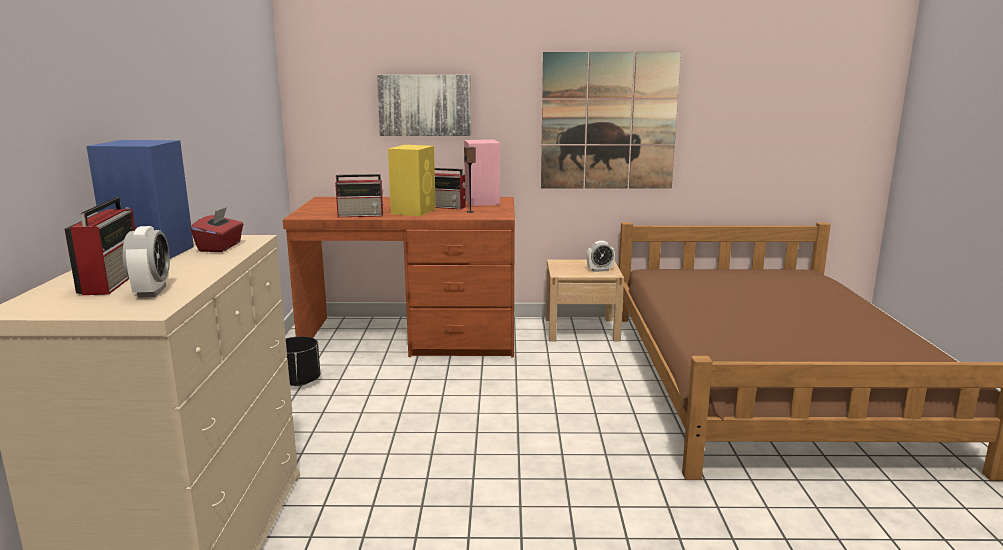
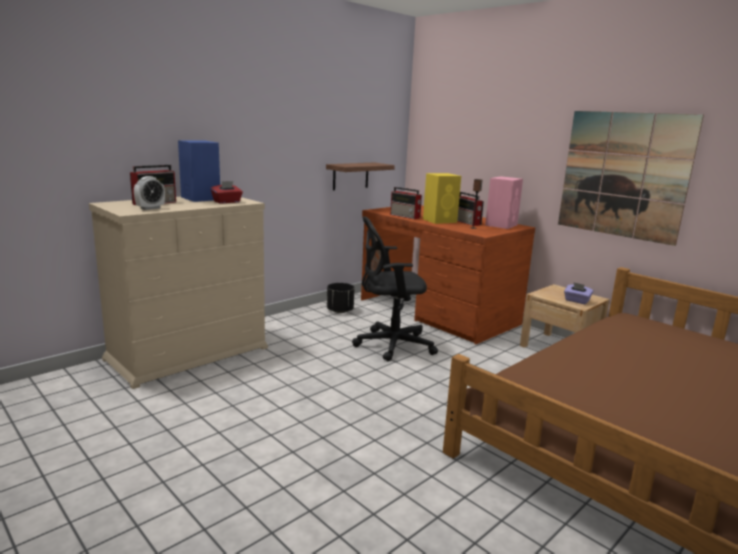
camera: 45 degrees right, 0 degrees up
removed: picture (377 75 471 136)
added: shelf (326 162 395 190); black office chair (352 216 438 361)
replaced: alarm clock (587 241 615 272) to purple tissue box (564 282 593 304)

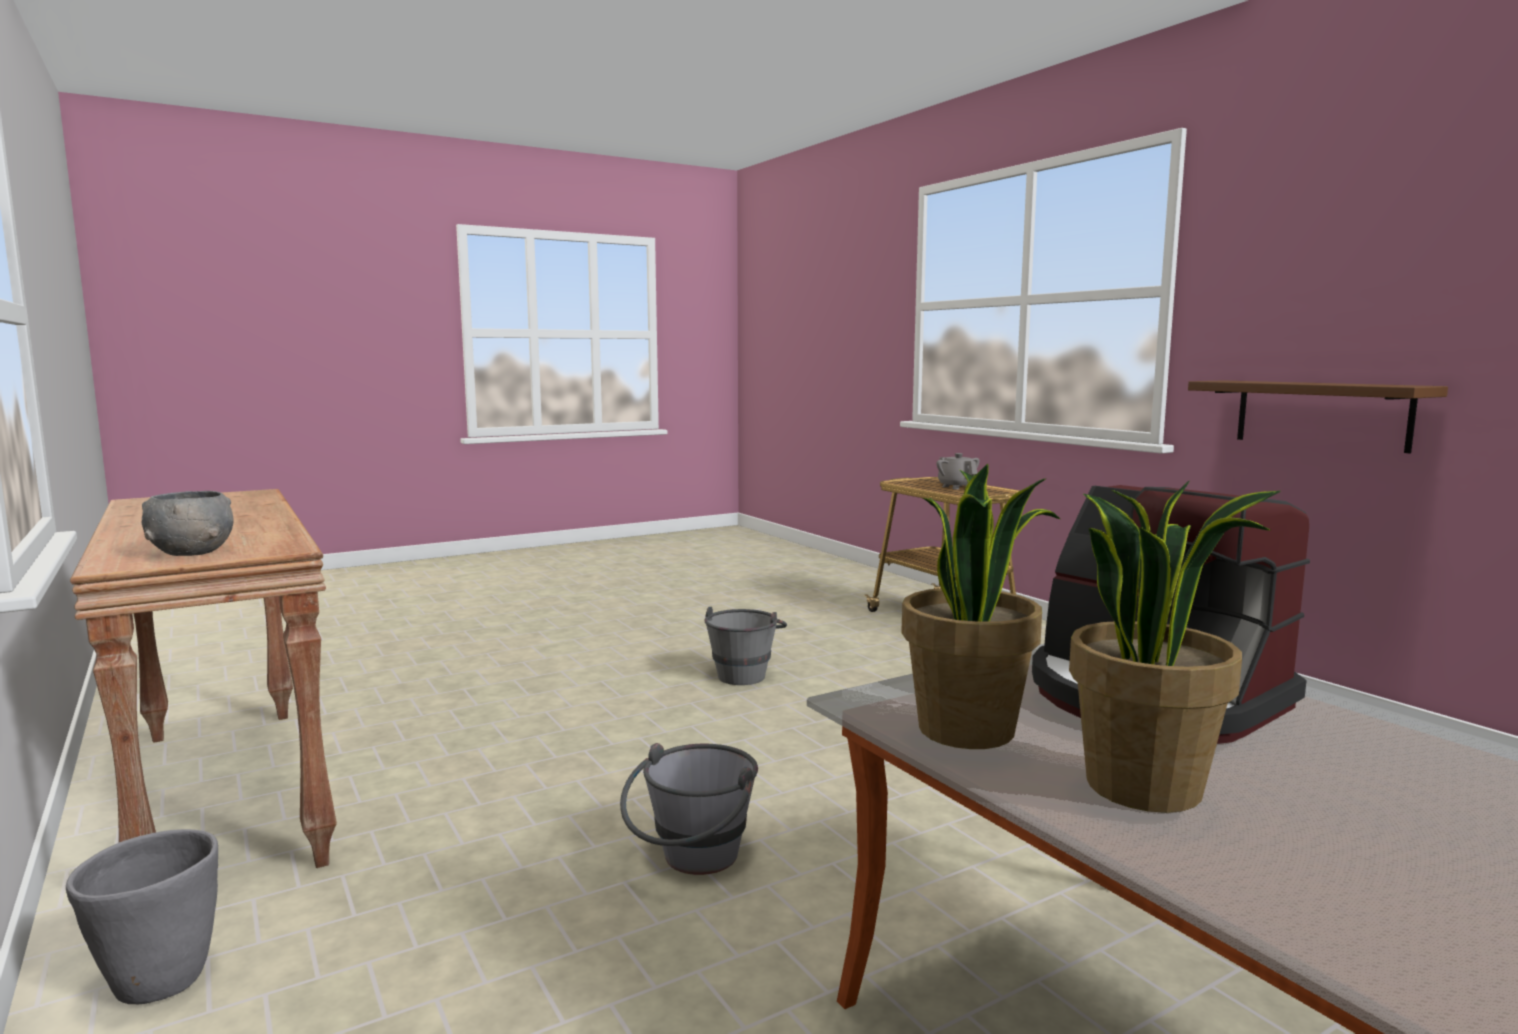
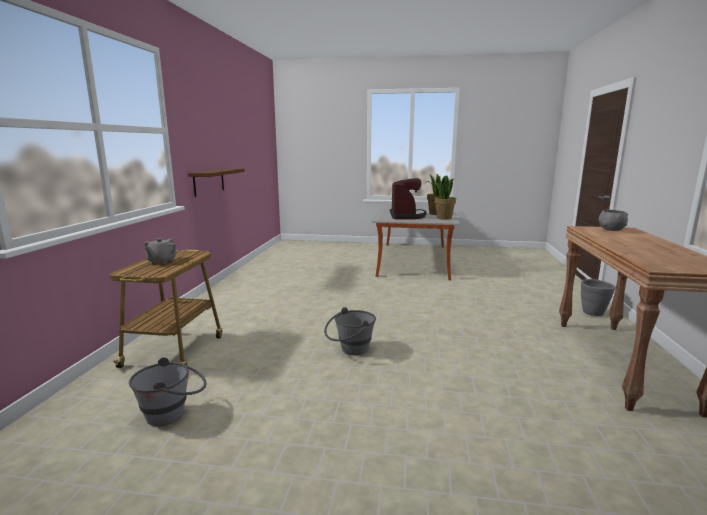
camera: 140 degrees left, 5 degrees up
moved: grey bucket (620 743 758 875) to (129 357 206 426)

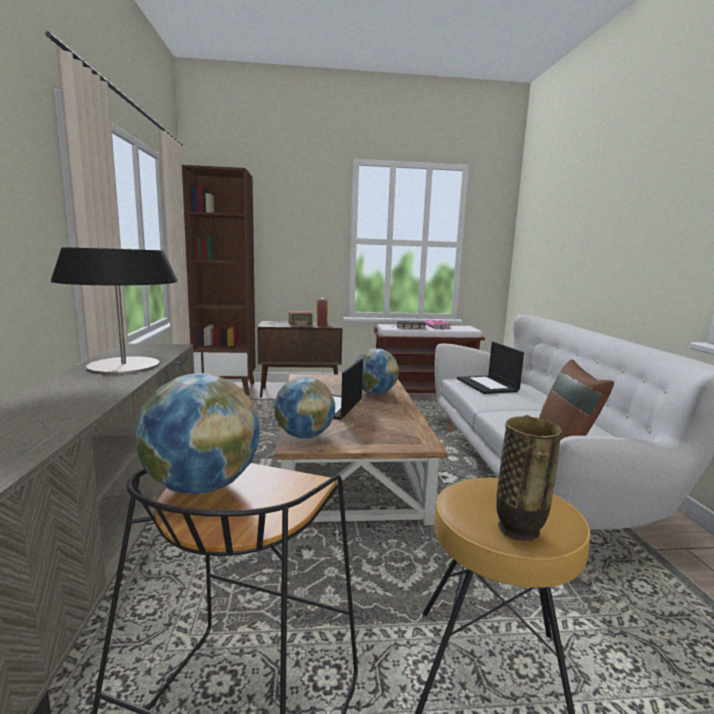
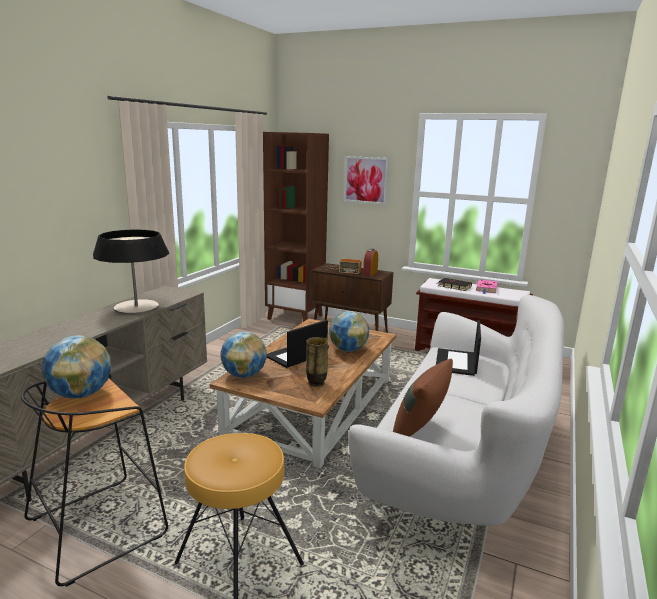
camera: 30 degrees right, 5 degrees up
added: picture (344 156 389 205)
moved: vase (496 415 562 542) to (306 337 329 387)

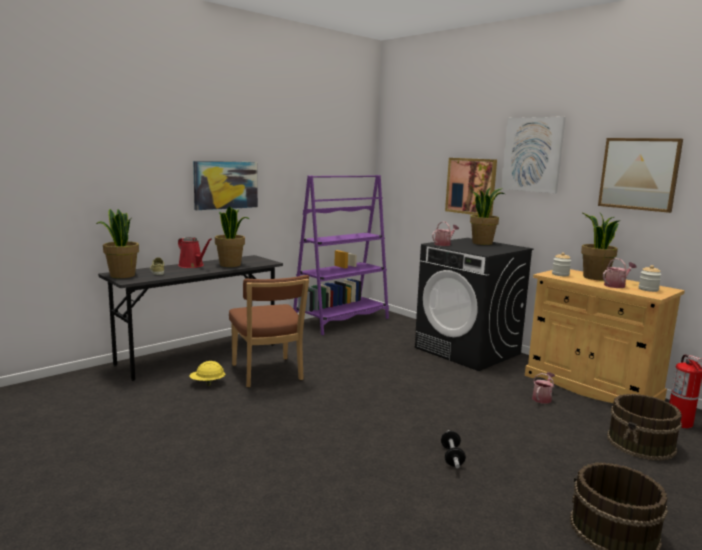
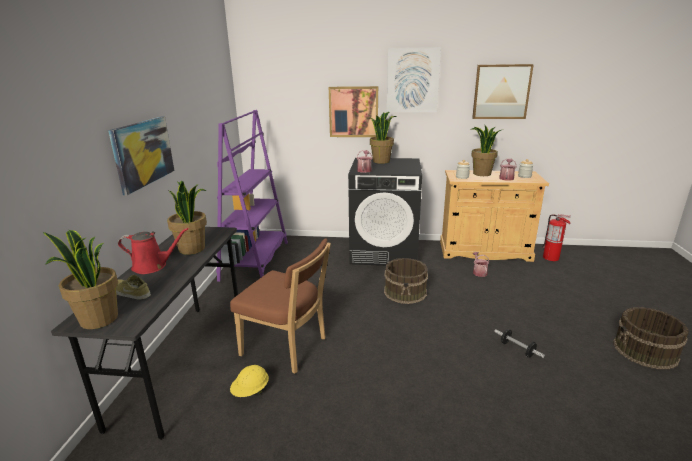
camera: 40 degrees left, 10 degrees up
moved: brown bucket (607 394 682 461) to (384 258 428 304)

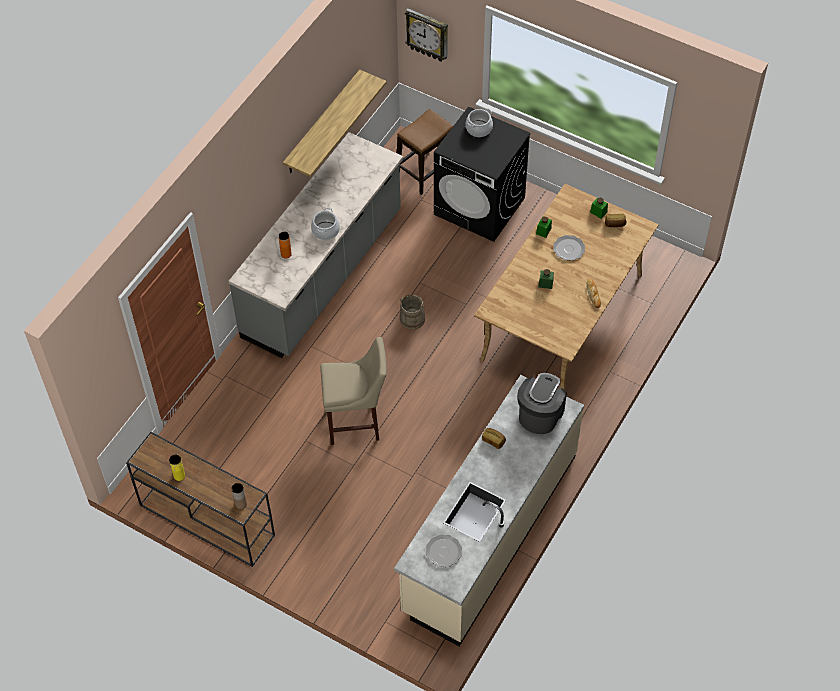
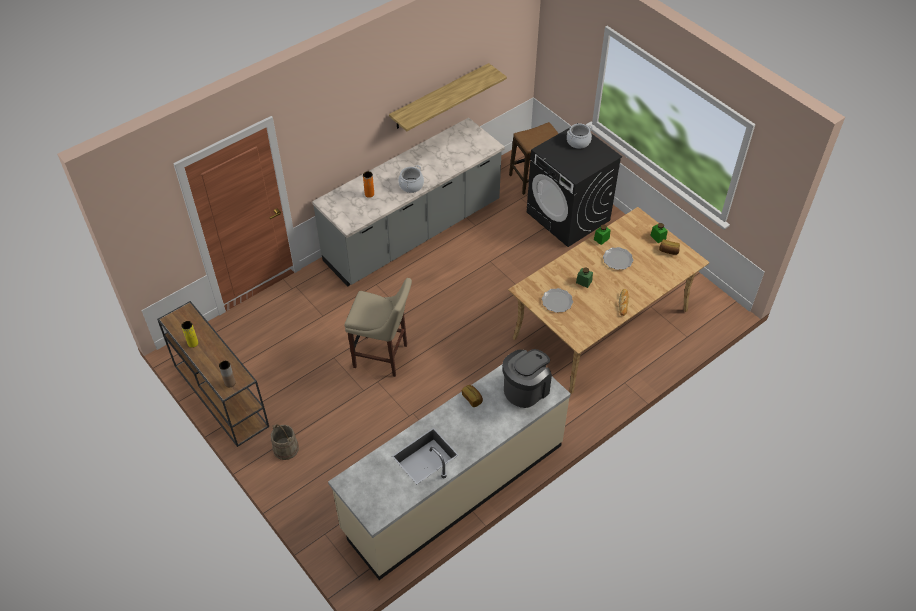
camera: 20 degrees right, 5 degrees down
removed: wall clock (405 8 448 62)
moved: beige bucket (400 294 425 330) to (271 424 299 460); plate (426 534 462 567) to (542 288 573 313)

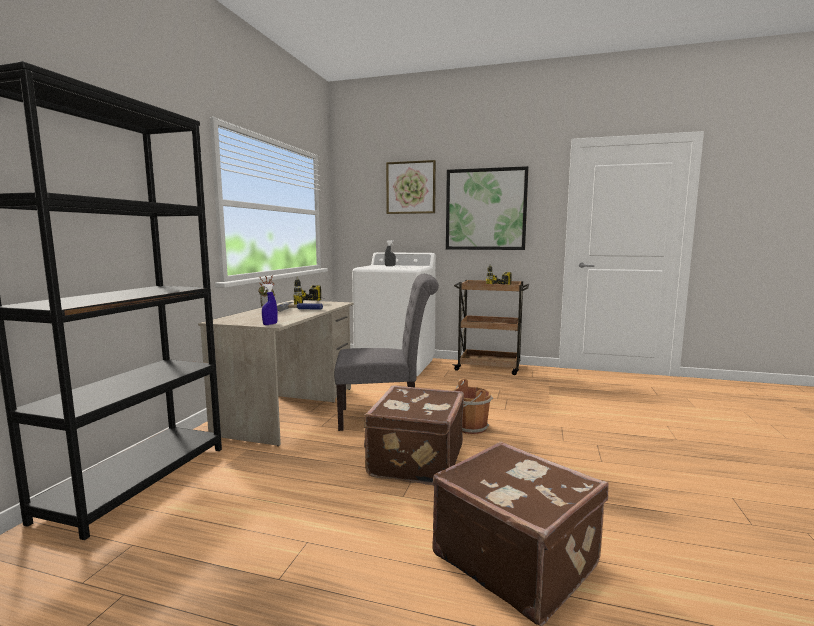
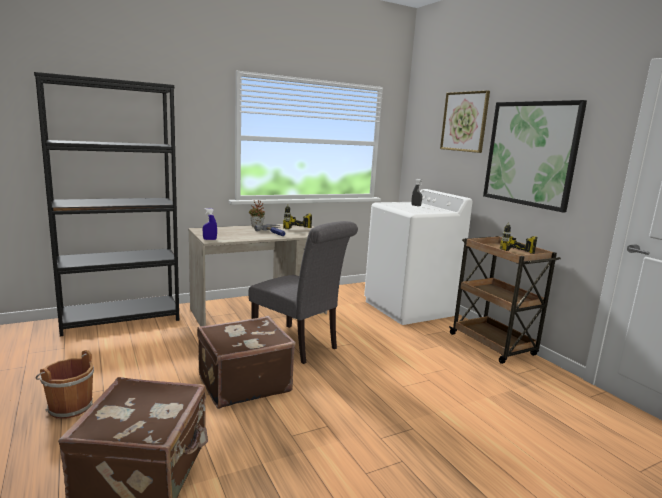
camera: 45 degrees right, 5 degrees up
moved: brown bucket (453 378 493 434) to (35 350 94 419)

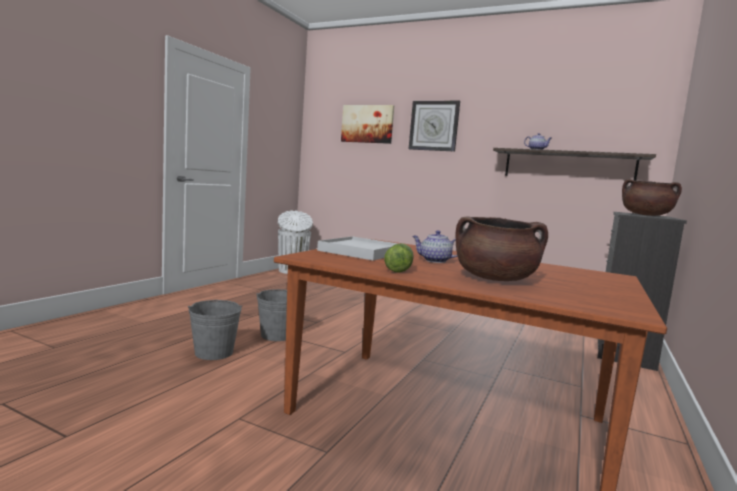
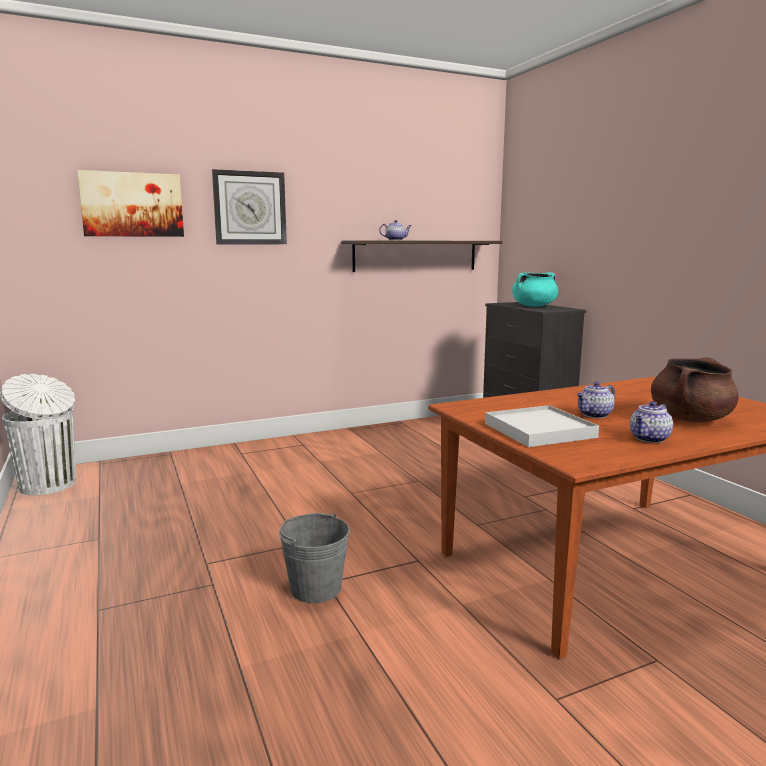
camera: 50 degrees left, 5 degrees up
removed: grey bucket (188 300 242 360)
replaced: lettuce (384 244 414 273) to teapot (630 401 673 443)
recoloured: brown cooking pot (622 179 682 216) to turquoise cooking pot (512 272 558 307)

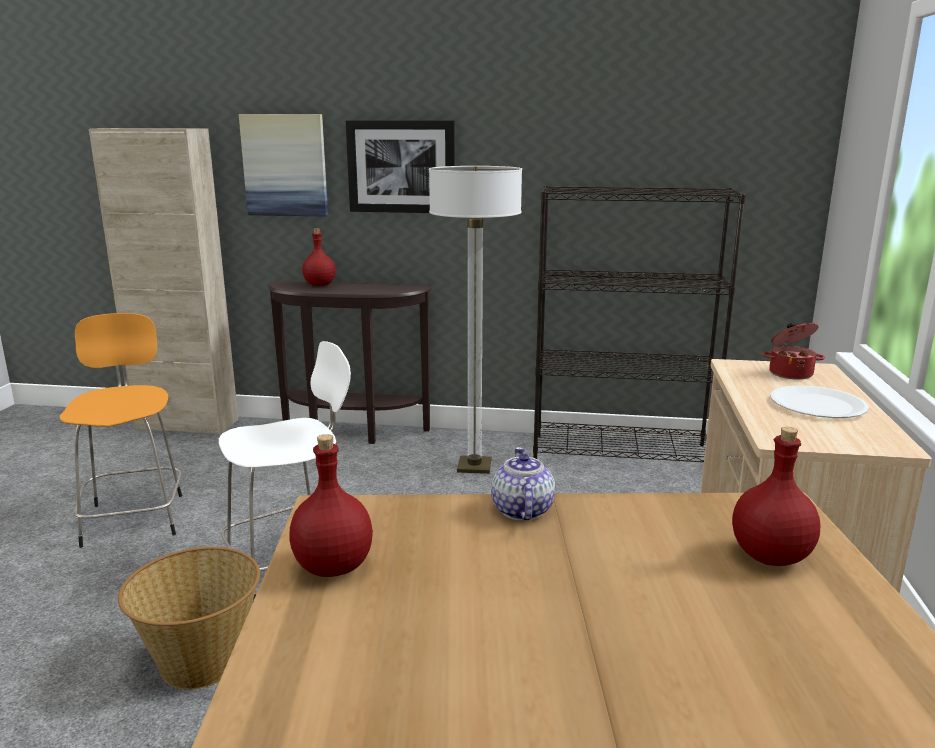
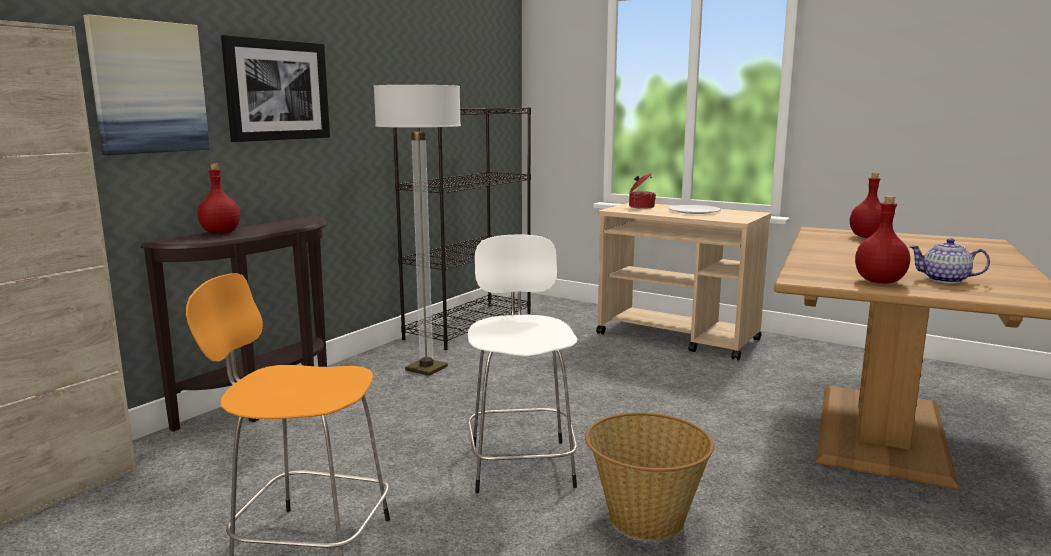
camera: 65 degrees left, 5 degrees down
moved: teapot (491 447 555 521) to (909 238 990 284)

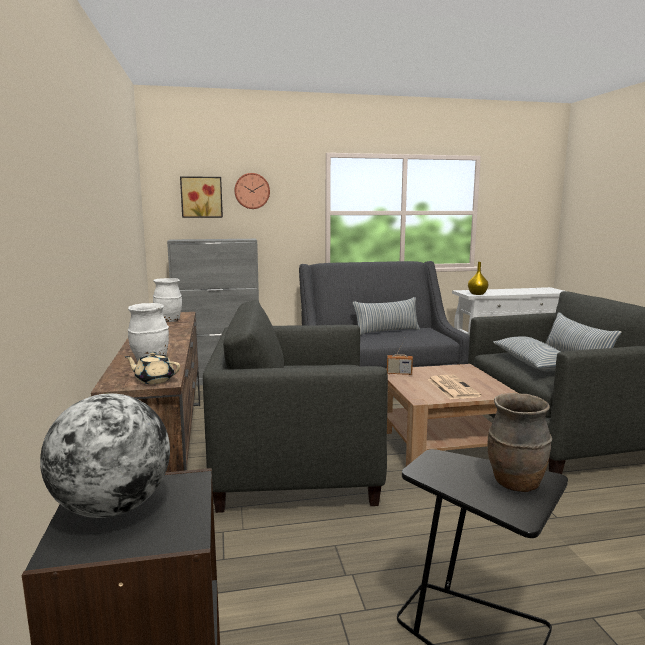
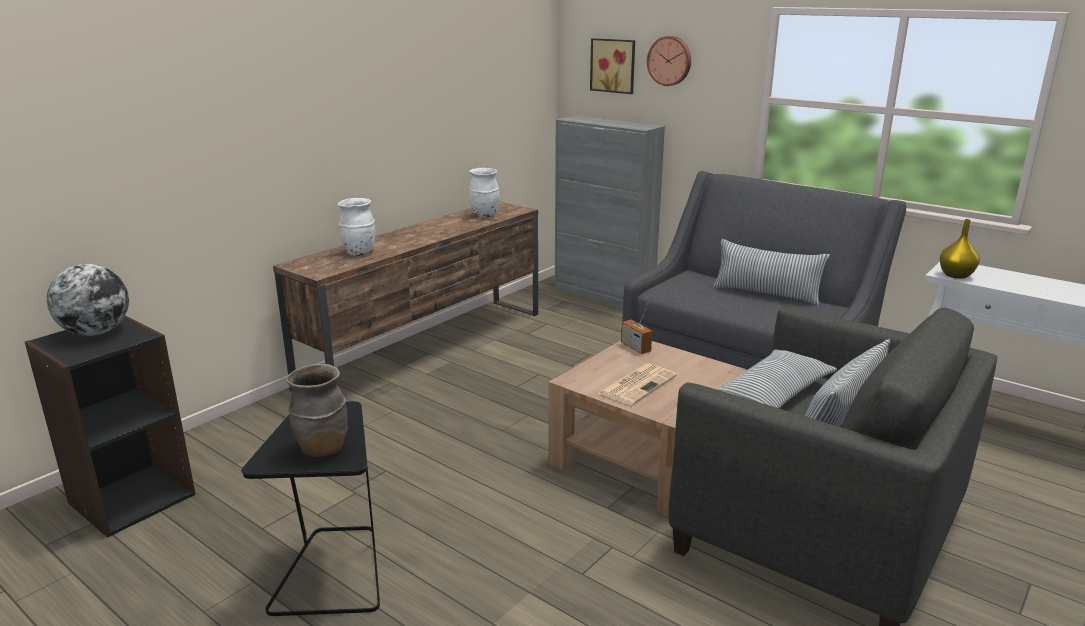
camera: 50 degrees right, 10 degrees up
removed: beige teapot (125 352 180 384); grey armchair (203 300 388 513)

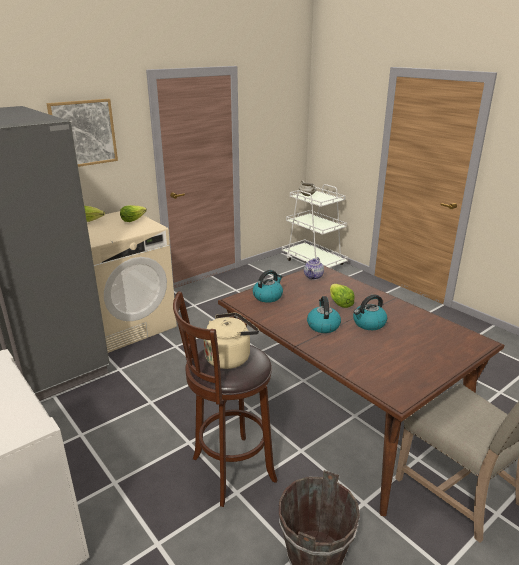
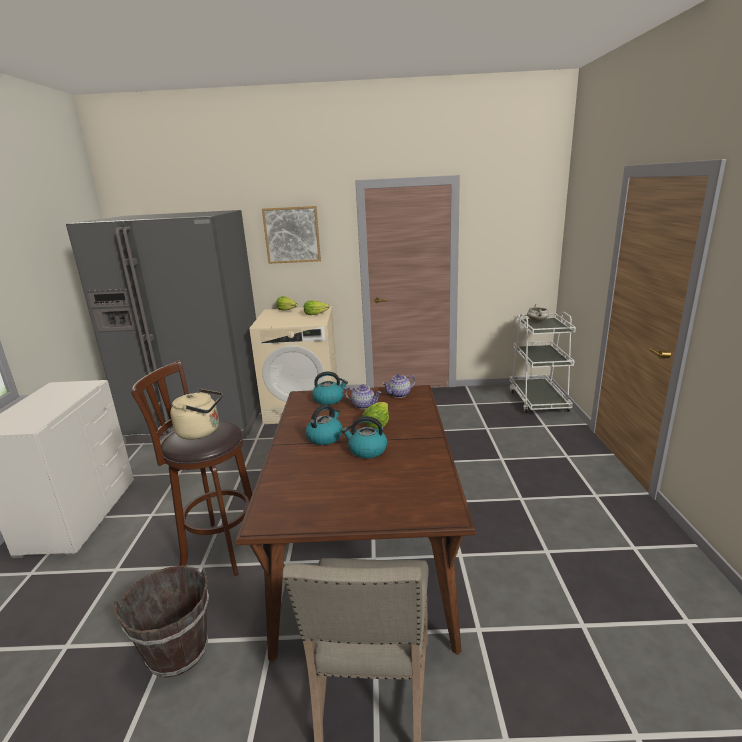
camera: 40 degrees right, 5 degrees down
added: teapot (345 384 381 409)

